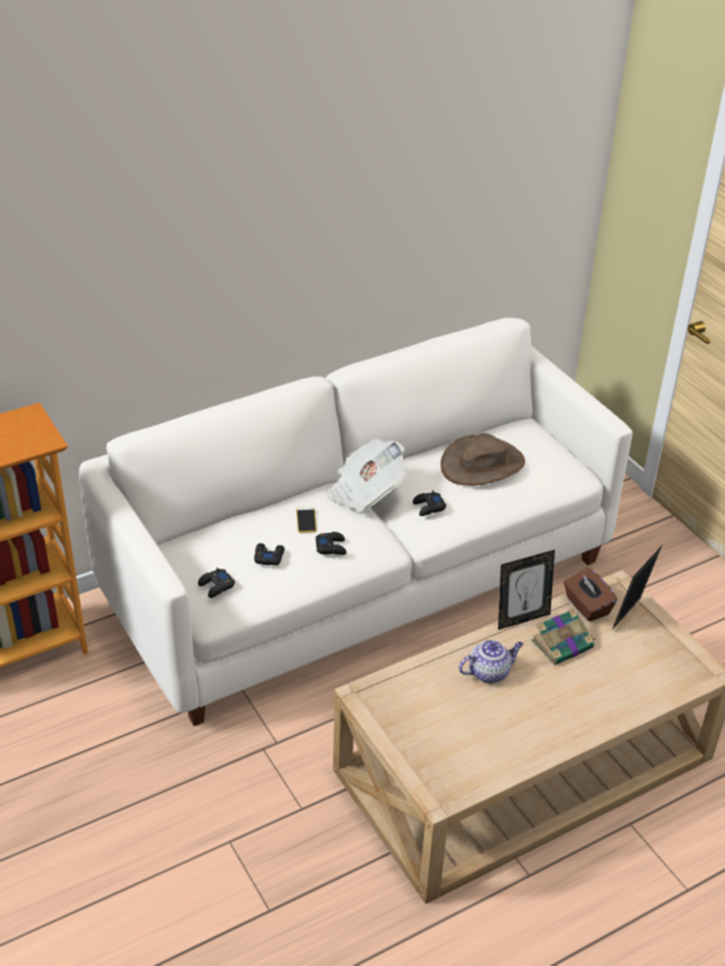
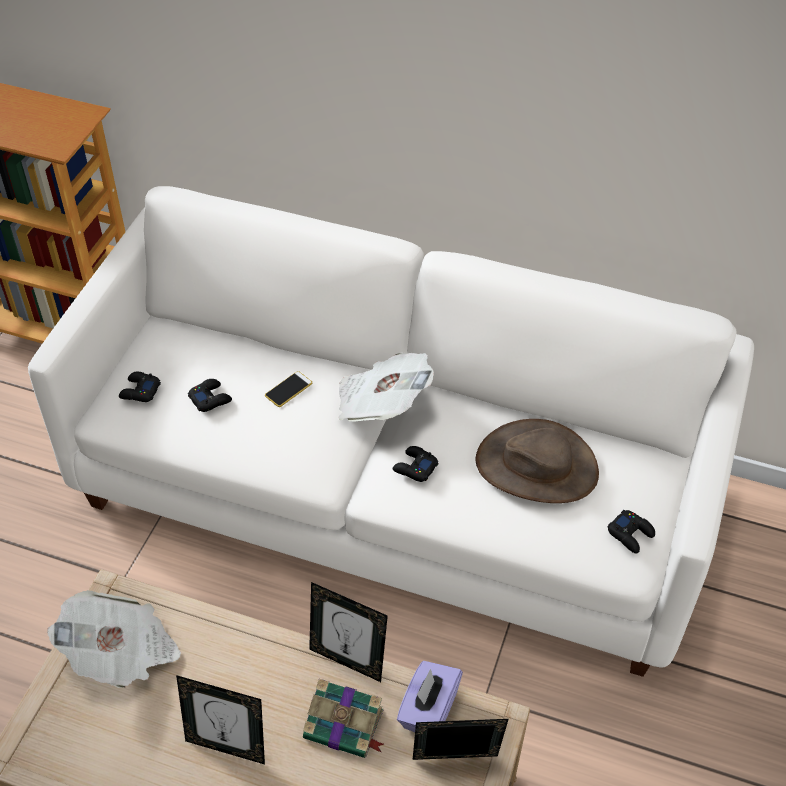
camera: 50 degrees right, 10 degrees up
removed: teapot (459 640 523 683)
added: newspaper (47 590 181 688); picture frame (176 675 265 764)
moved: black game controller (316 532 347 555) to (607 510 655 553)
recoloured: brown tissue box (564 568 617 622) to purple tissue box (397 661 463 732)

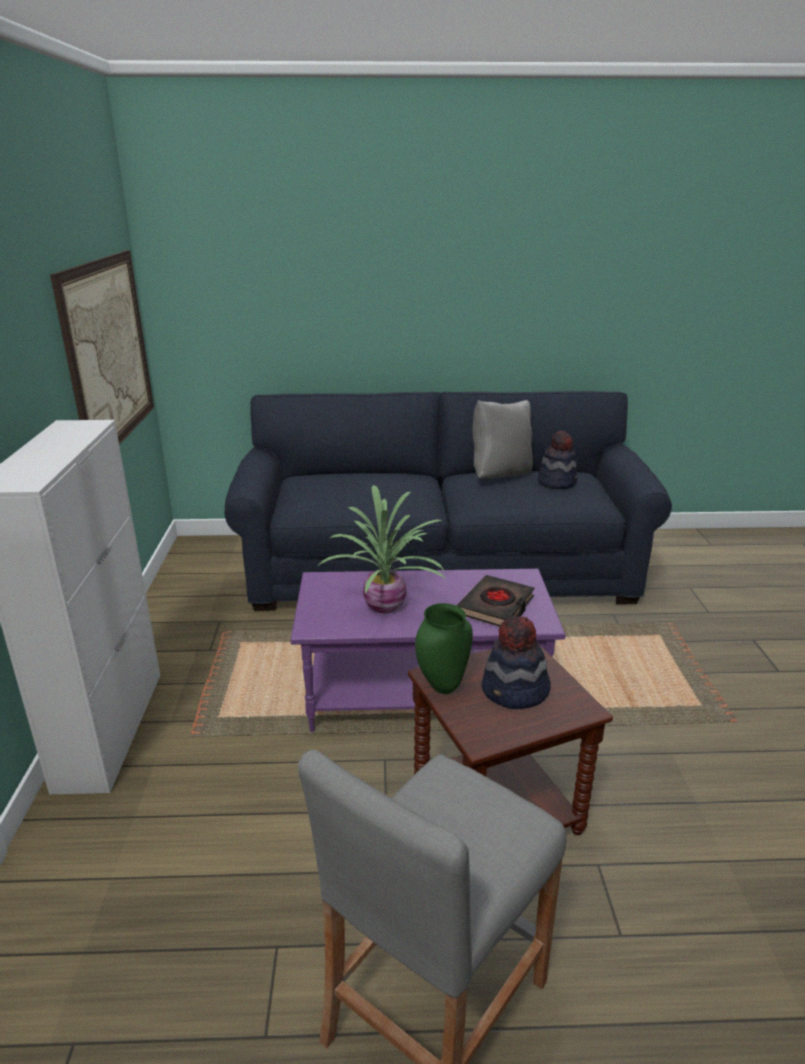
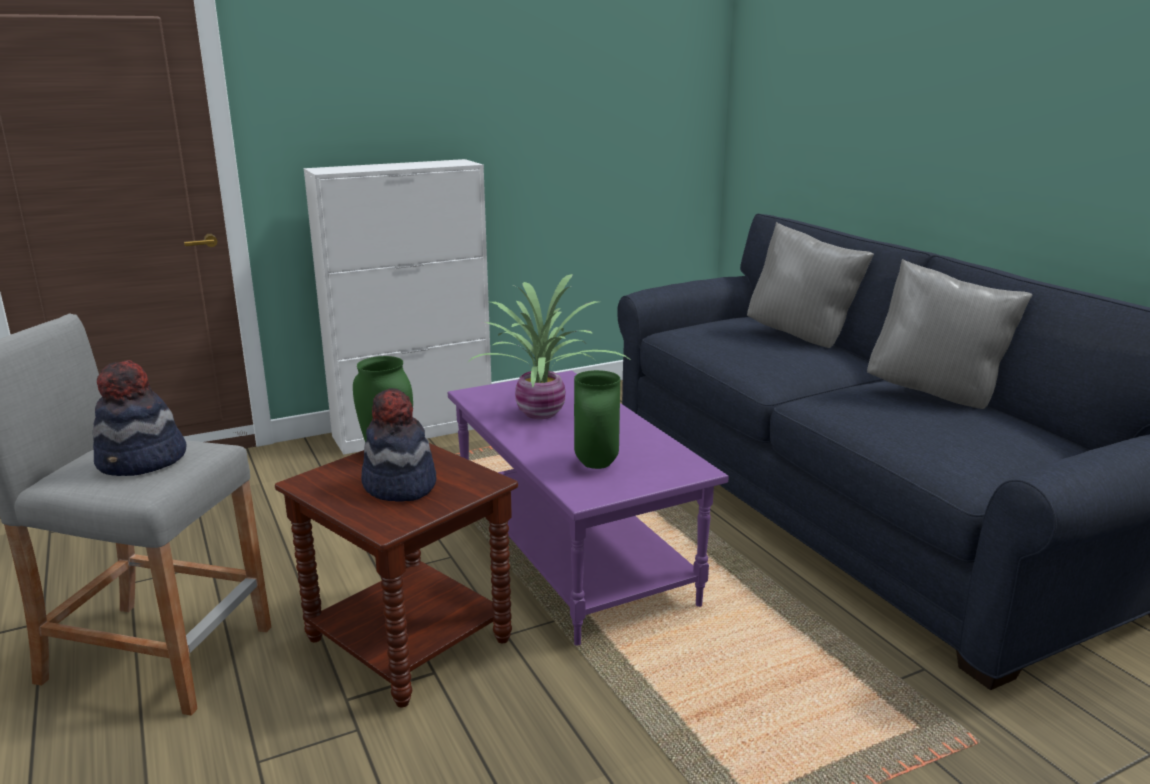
camera: 65 degrees right, 5 degrees down
removed: picture (50 251 154 445)
added: grey pillow (747 222 874 348)
moved: hat (538 431 577 489) to (93 360 186 476)
replaced: black book (456 575 534 627) to green vase (574 370 620 469)

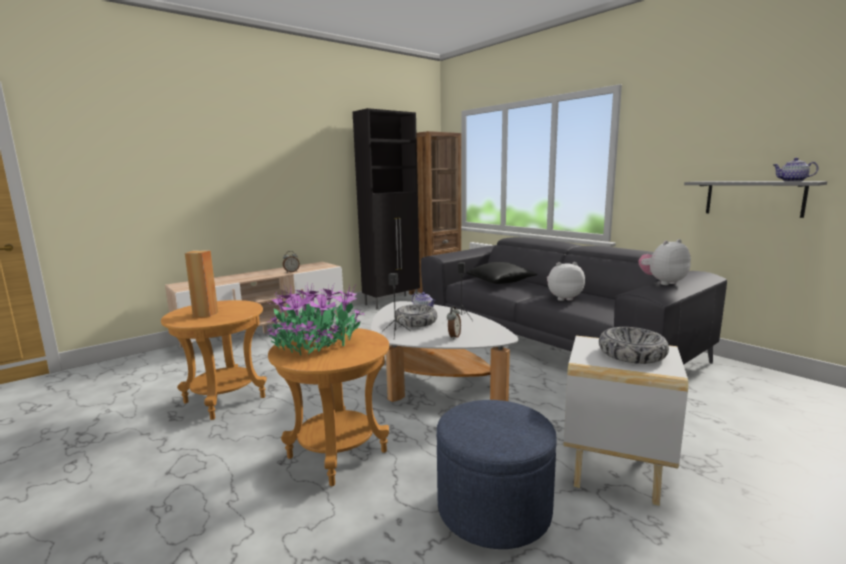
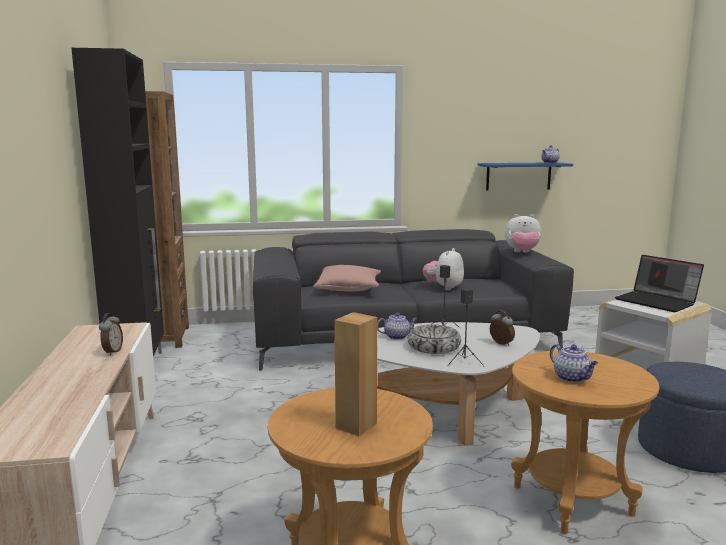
camera: 60 degrees left, 0 degrees up
replaced: potted plant (264 283 364 356) to teapot (550 344 598 383); bowl (599 327 669 364) to laptop (615 255 704 312)
recoloured: black pillow (466 262 537 284) to pink pillow (313 265 381 291); grey shelf (684 181 827 218) to blue shelf (478 162 573 191)
turned: plush toy (638 239 691 285) = (505 214 541 253) 90 degrees counterclockwise

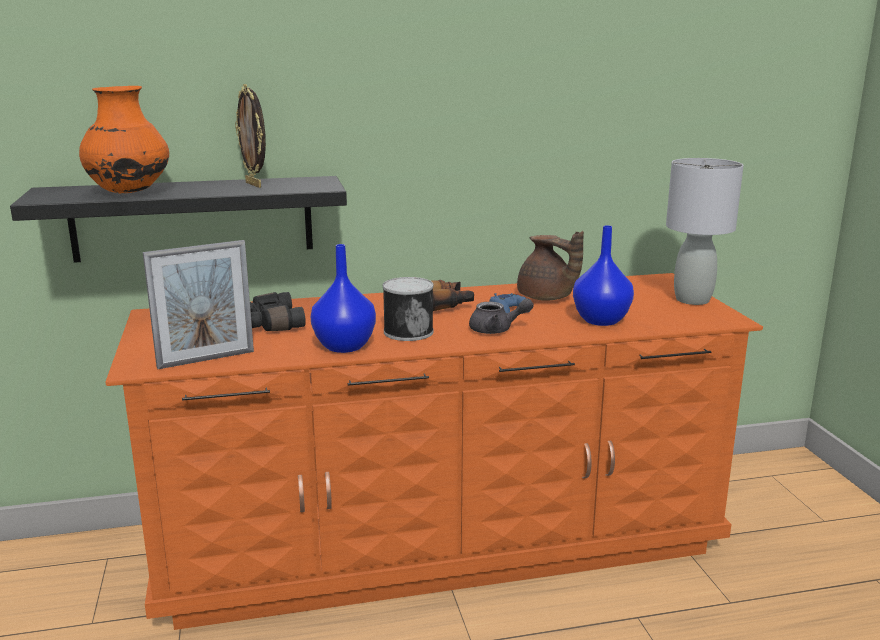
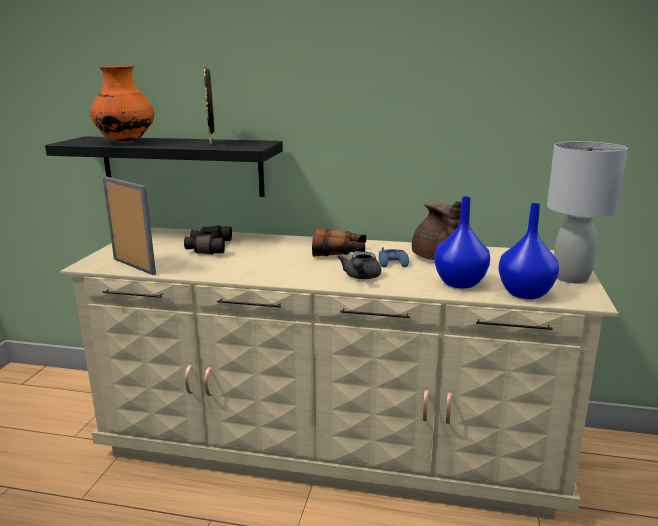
camera: 25 degrees right, 0 degrees up
removed: can (383 277 434 341)
moved: blue vase (311 244 376 353) to (498 203 559 299)
recoloured: orange dresser (105 273 763 630) to beige dresser (60 228 619 520)
turned: picture frame (143 240 254 369) = (103 176 156 275) 135 degrees counterclockwise; grey teapot (469 298 534 334) = (337 252 381 279) 75 degrees clockwise

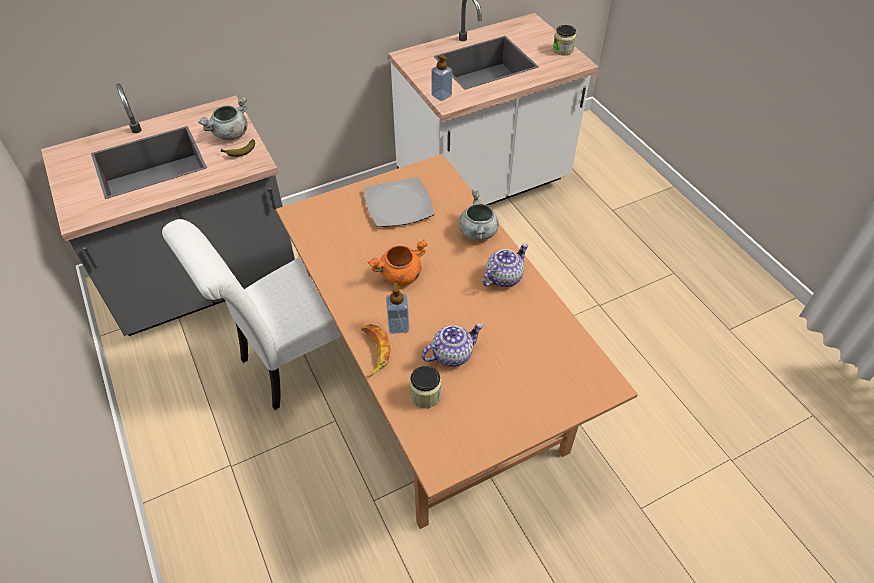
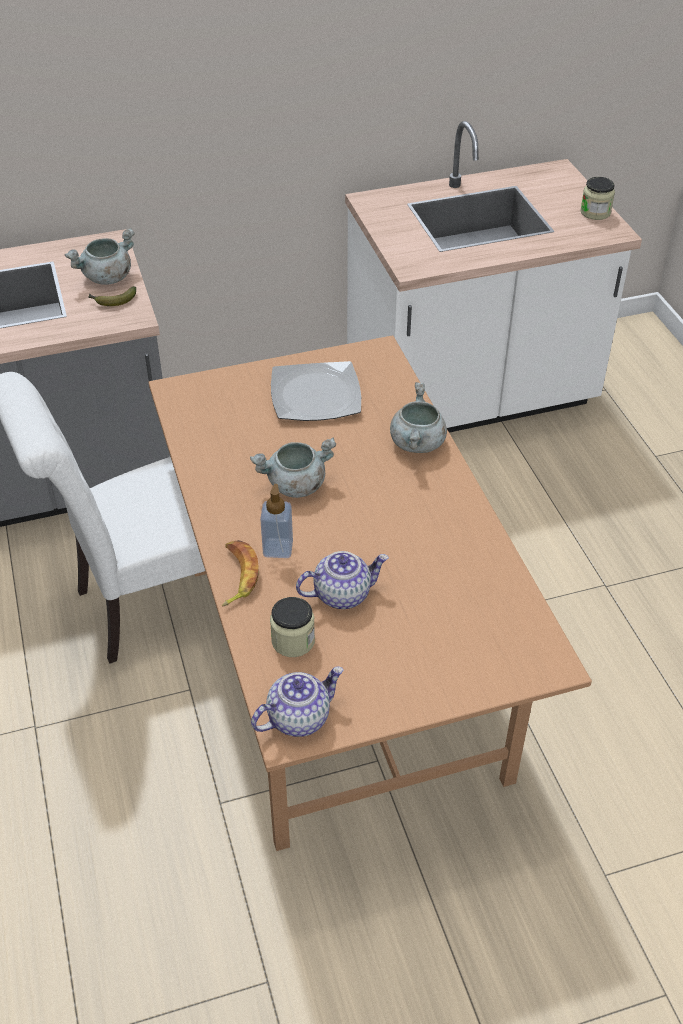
camera: 10 degrees right, 5 degrees down
removed: soap dispenser (431 55 452 101)
moved: teapot (482 243 528 287) to (251 666 344 737)
recoloured: orange cooking pot (368 239 427 286) to grey cooking pot (250 437 336 498)

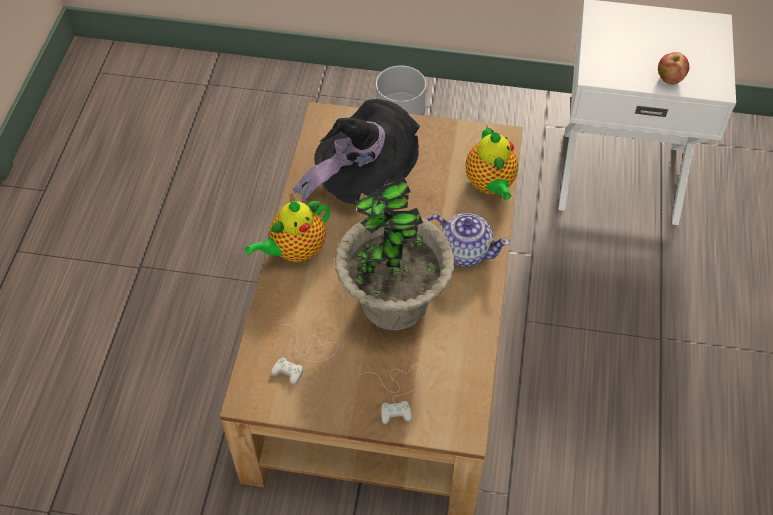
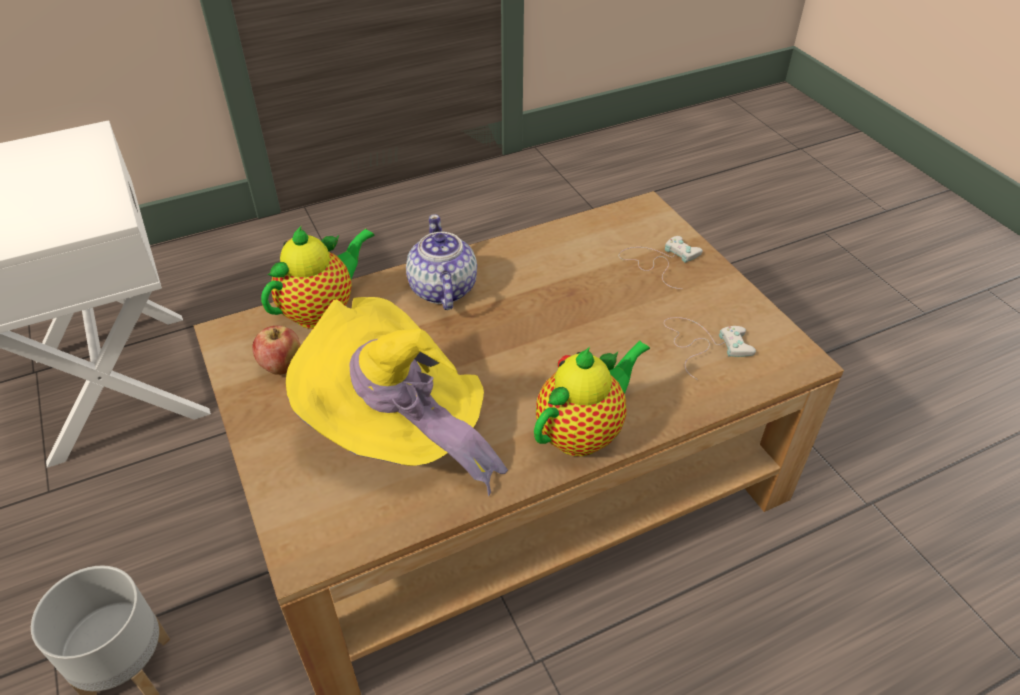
camera: 125 degrees left, 10 degrees down
removed: potted plant (335 177 455 330)
moved: apple (658 52 689 85) to (252 326 300 375)
recoloured: black hat (293 99 420 205) to yellow hat (286 297 508 496)
turned: teapot (245 200 330 262) = (534 340 650 456) 60 degrees counterclockwise

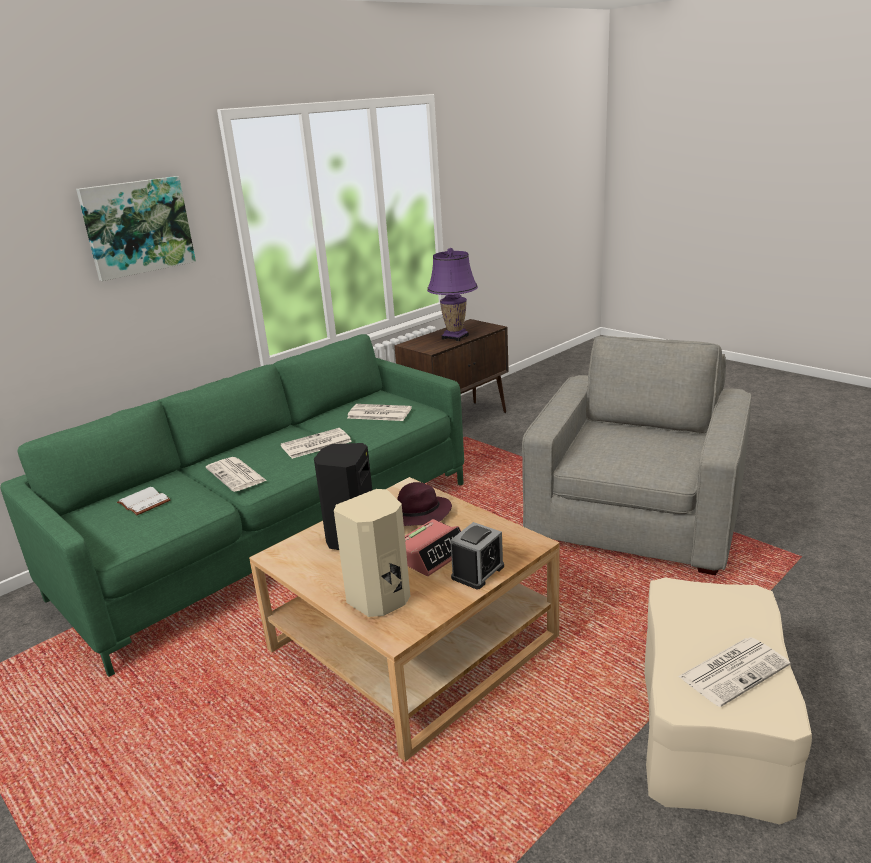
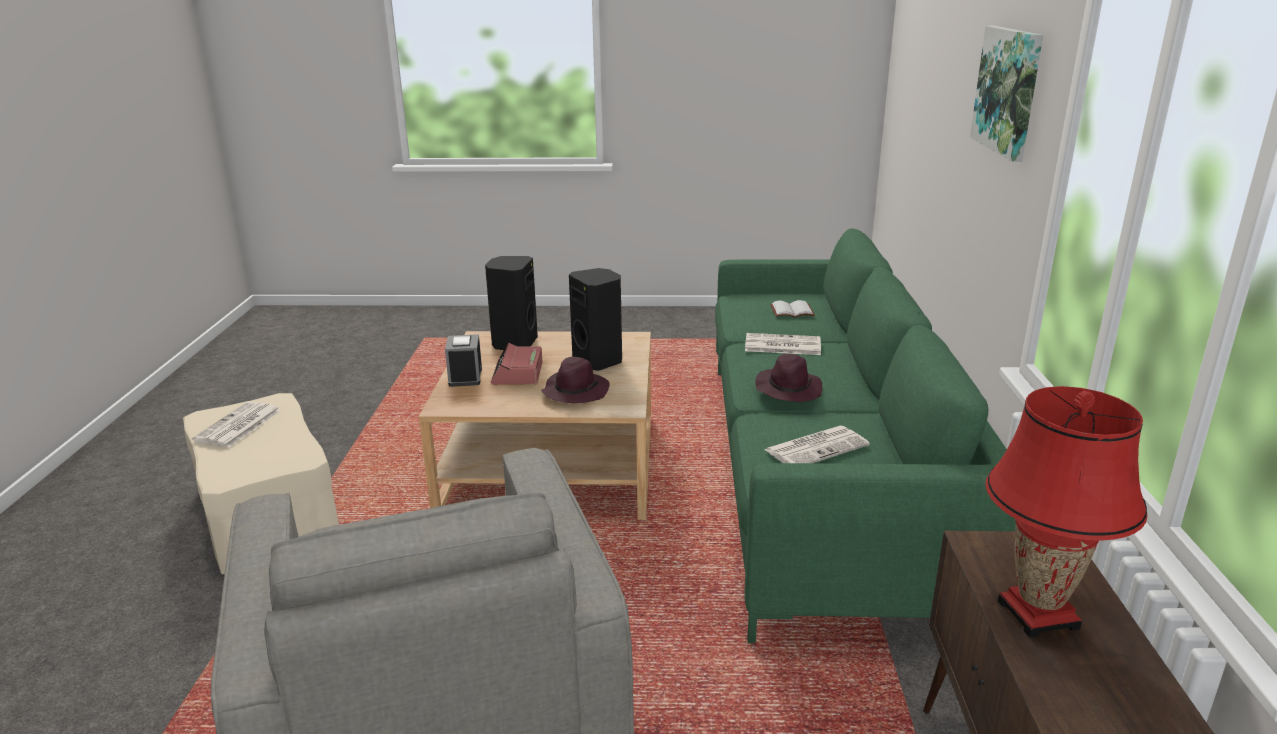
camera: 135 degrees right, 0 degrees up
replaced: newspaper (280 428 352 459) to purple hat (755 354 822 402)
recoloured: beige speaker (334 489 410 617) to black speaker (485 256 538 350); purple table lamp (427 248 478 341) to red table lamp (985 386 1147 637)

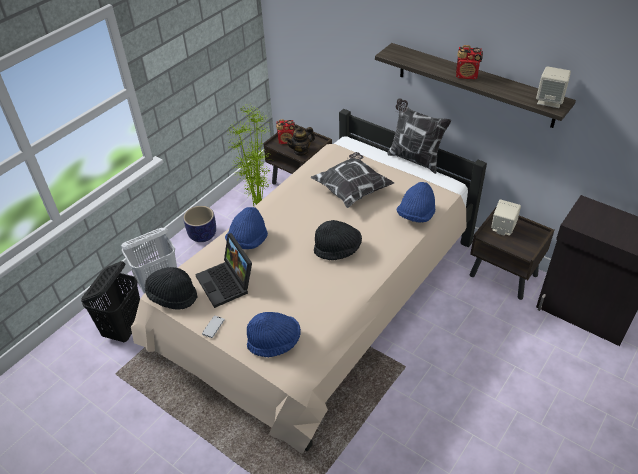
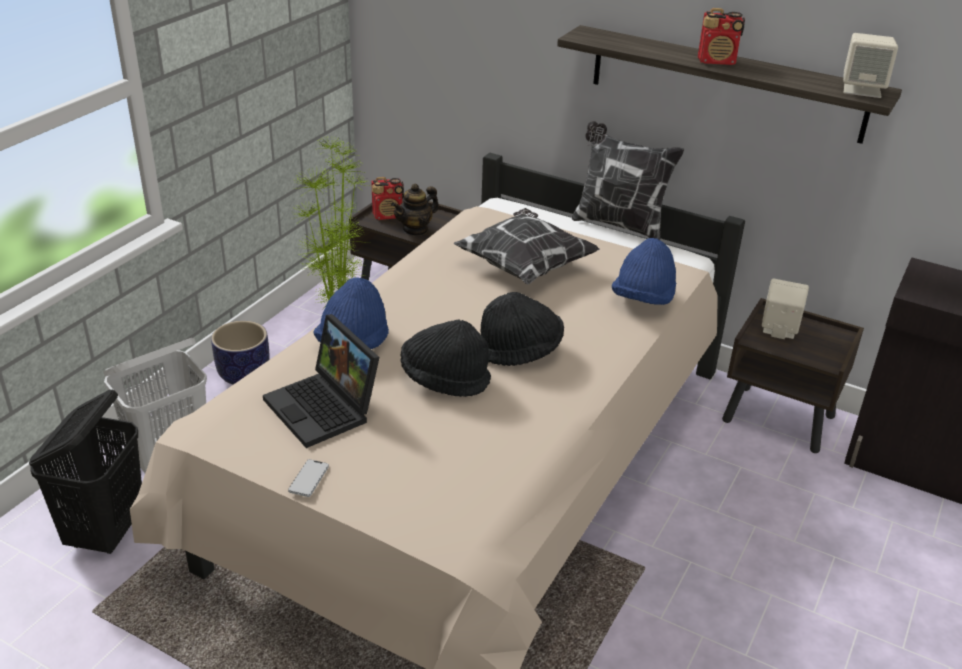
camera: 10 degrees left, 10 degrees down
removed: blue hat (247 312 301 357)
moved: black hat (145 267 198 310) to (401 320 491 397)

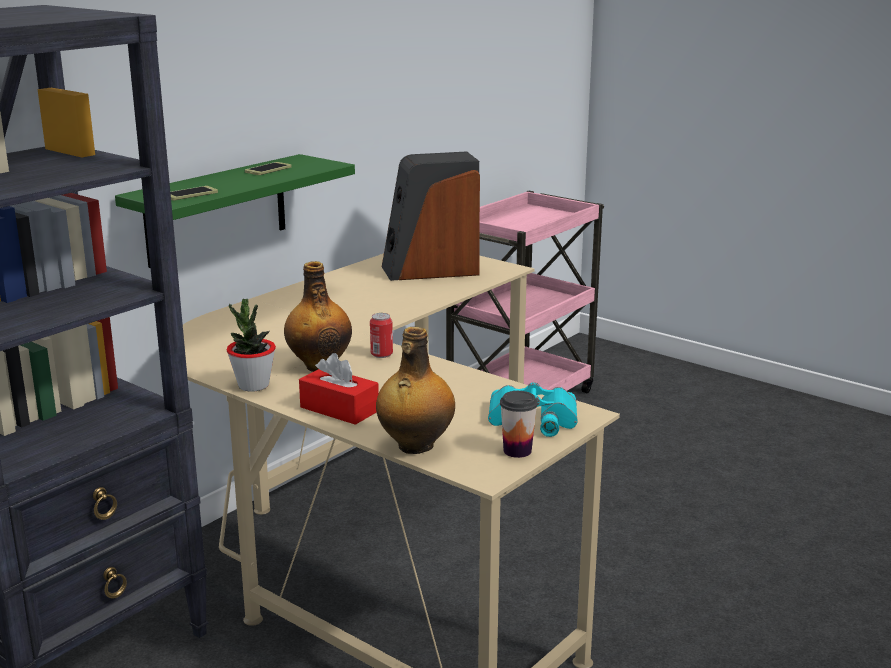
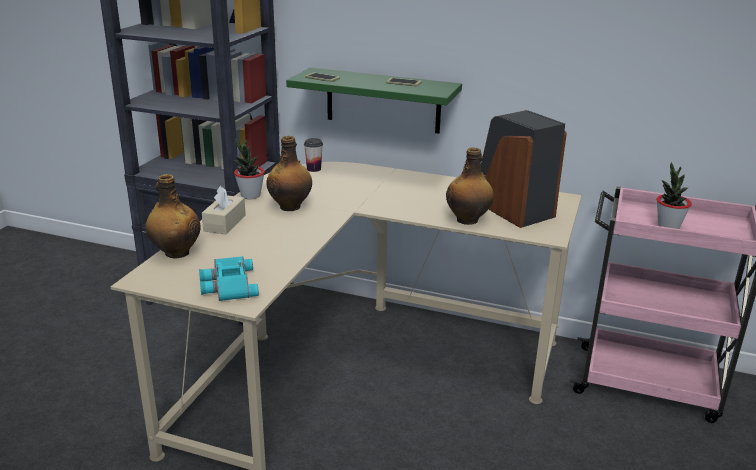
camera: 70 degrees right, 5 degrees up
removed: can (370 313 393 358)
added: bottle (446 147 494 225); potted plant (657 162 692 229)
moved: cup (500 391 538 458) to (304 138 323 172)
recoloured: red tissue box (299 353 379 425) to beige tissue box (202 186 246 234)

